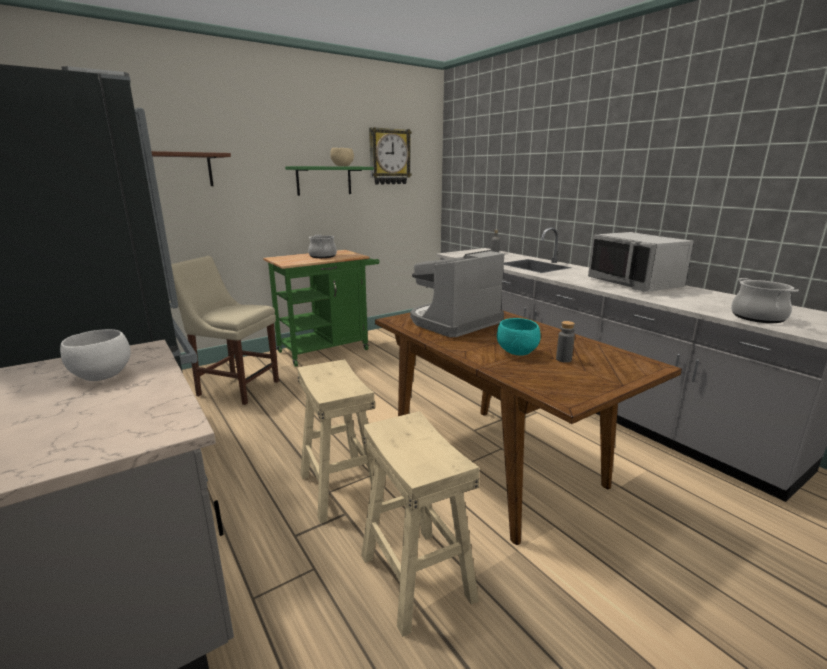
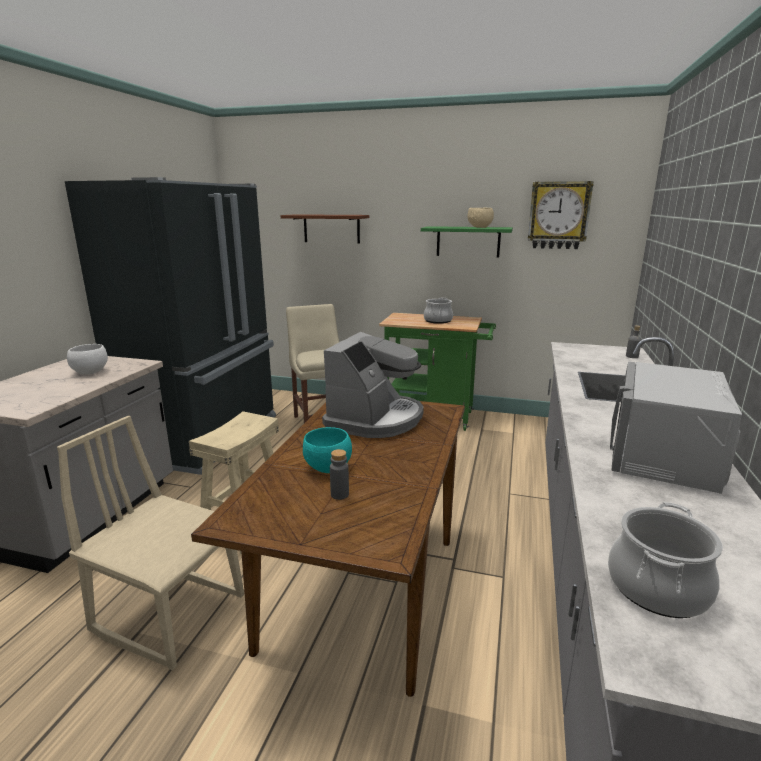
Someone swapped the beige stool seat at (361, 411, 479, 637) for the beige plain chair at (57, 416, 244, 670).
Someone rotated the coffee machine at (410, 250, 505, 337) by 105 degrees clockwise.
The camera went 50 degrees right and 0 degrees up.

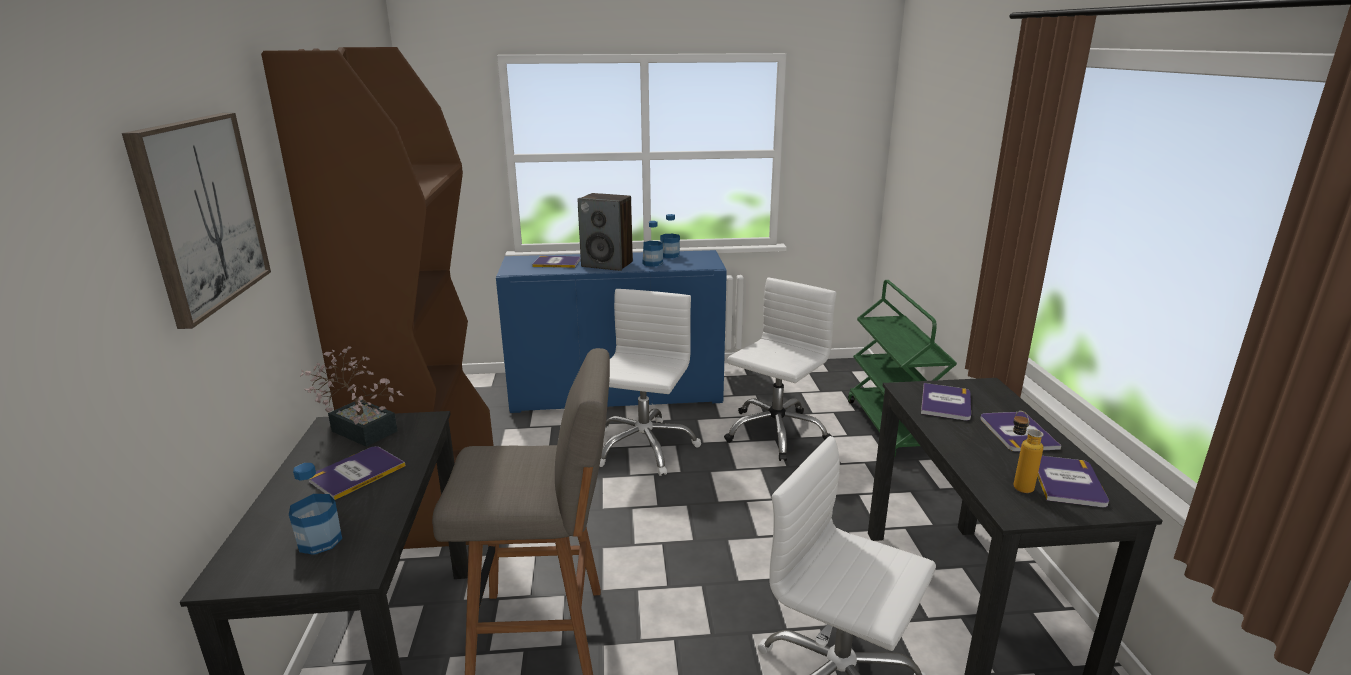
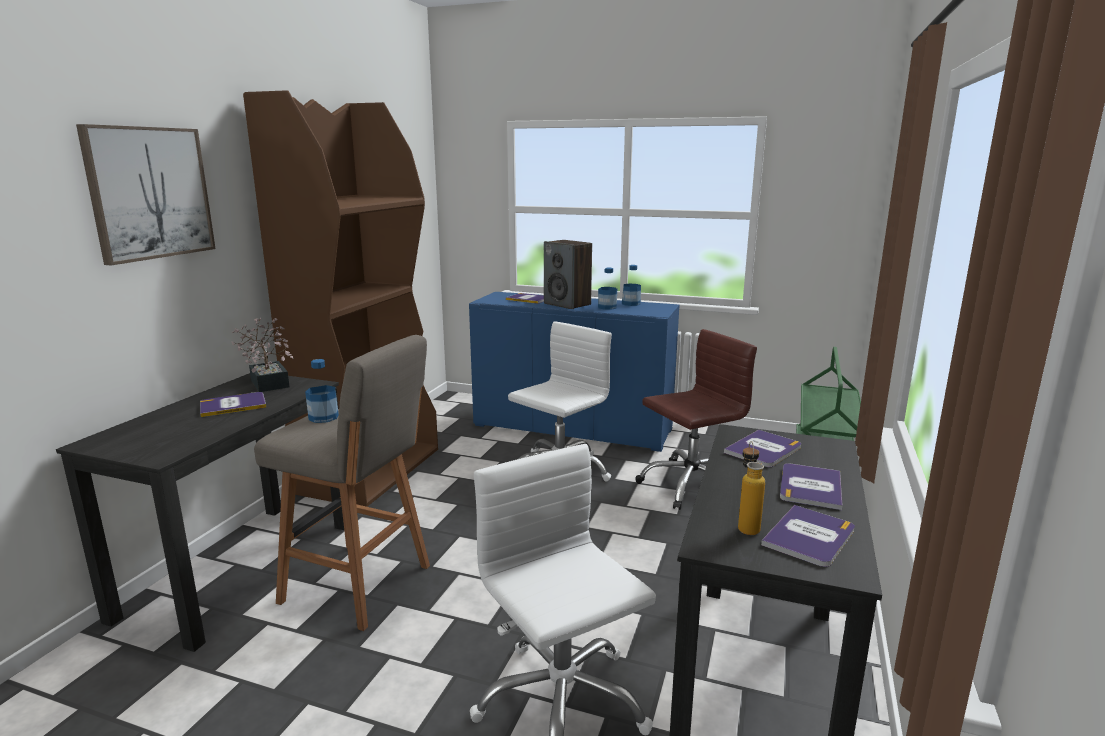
Someone carried the drink bottle from (289, 463, 342, 555) to (305, 359, 339, 423).
Someone repainted the whitish desk chair at (724, 278, 836, 461), which became the brown desk chair at (636, 329, 757, 510).
The camera went 25 degrees right and 5 degrees down.

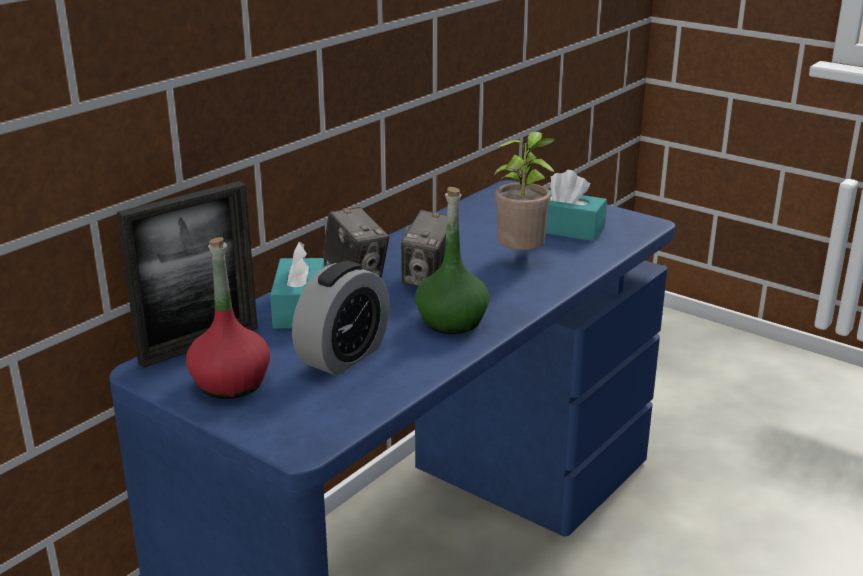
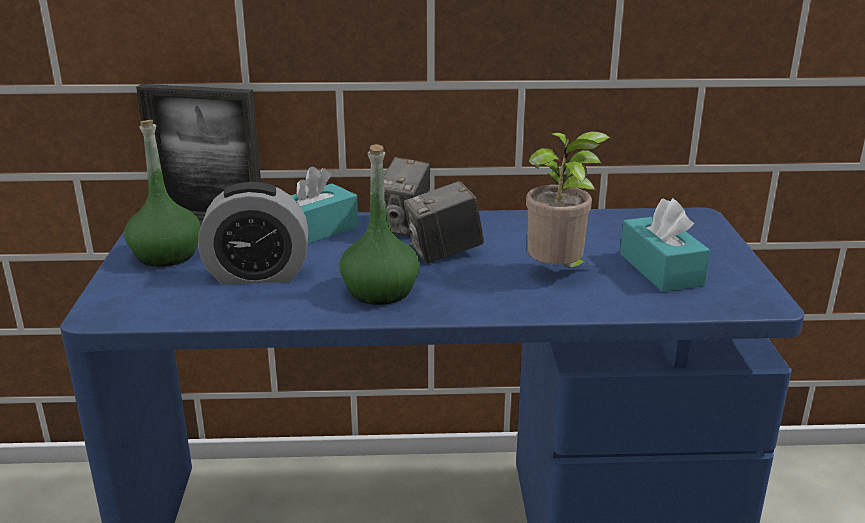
Someone repainted the red drink bottle at (186, 237, 270, 399), which became the greenish drink bottle at (124, 120, 201, 267).
The camera went 50 degrees right and 0 degrees up.

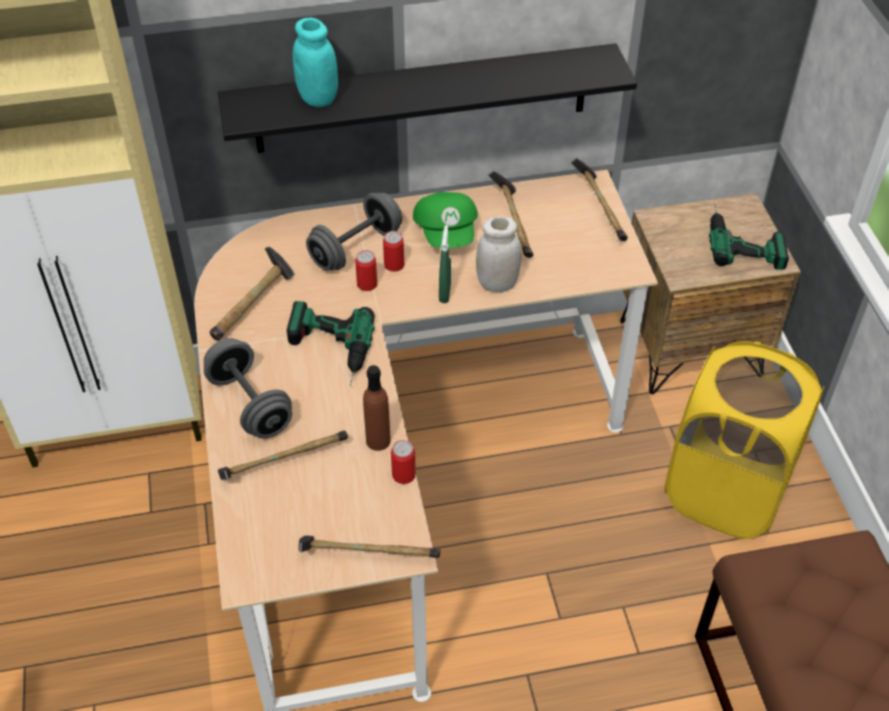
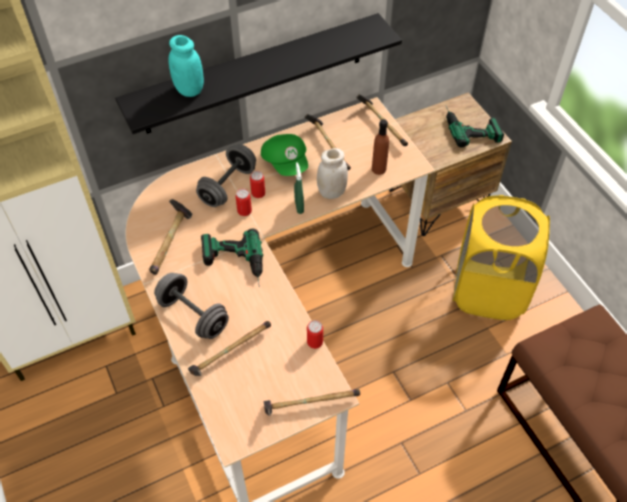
Someone carried the brown drink bottle from (363, 365, 391, 451) to (372, 119, 389, 175).
The camera went 15 degrees left and 5 degrees up.

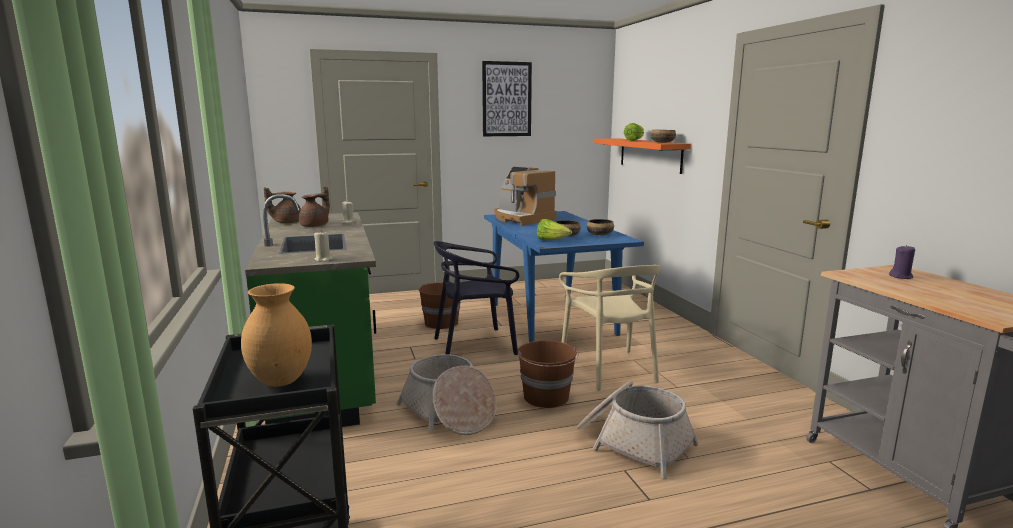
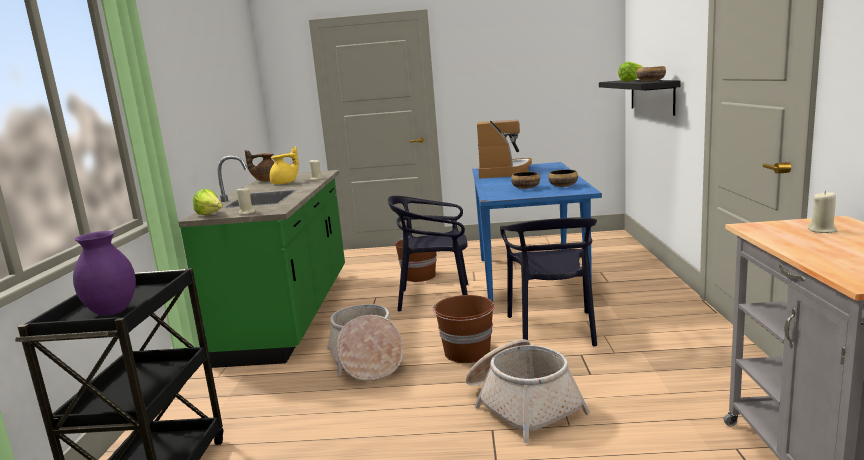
Someone took away the picture at (482, 61, 532, 136).
Someone carried the head of lettuce from (537, 219, 572, 240) to (193, 189, 223, 215).
Someone repainted the brown vase at (241, 283, 312, 387), which became the purple-coloured vase at (73, 231, 136, 316).
Someone repainted the brown teapot at (299, 186, 330, 227), which became the yellow-coloured teapot at (269, 146, 299, 184).
Someone repainted the beige plain chair at (559, 265, 661, 391), which became the black-coloured plain chair at (500, 218, 597, 347).
Someone repainted the orange wall shelf at (593, 138, 691, 174), which became the black-coloured wall shelf at (599, 80, 681, 116).
Someone repainted the purple-coloured candle at (889, 245, 915, 279), which became the beige candle at (808, 191, 838, 233).
Someone rotated the coffee machine at (494, 167, 557, 226) by 150 degrees counterclockwise.
The camera went 20 degrees right and 0 degrees up.

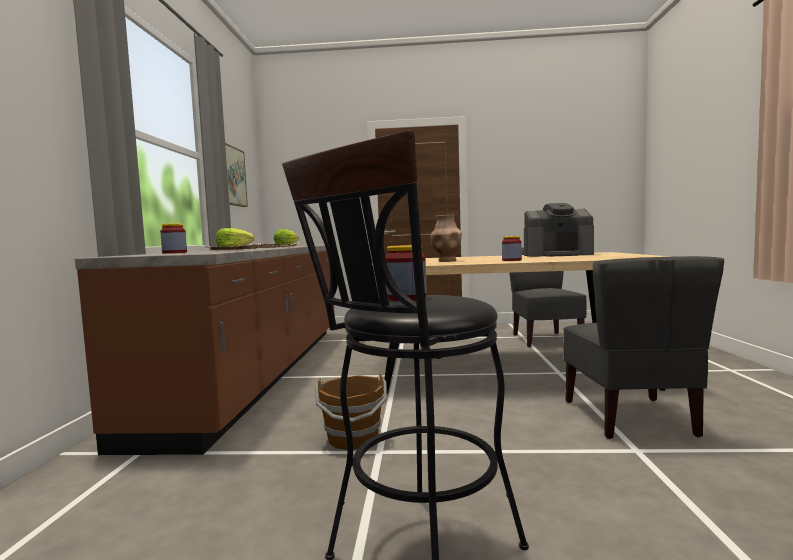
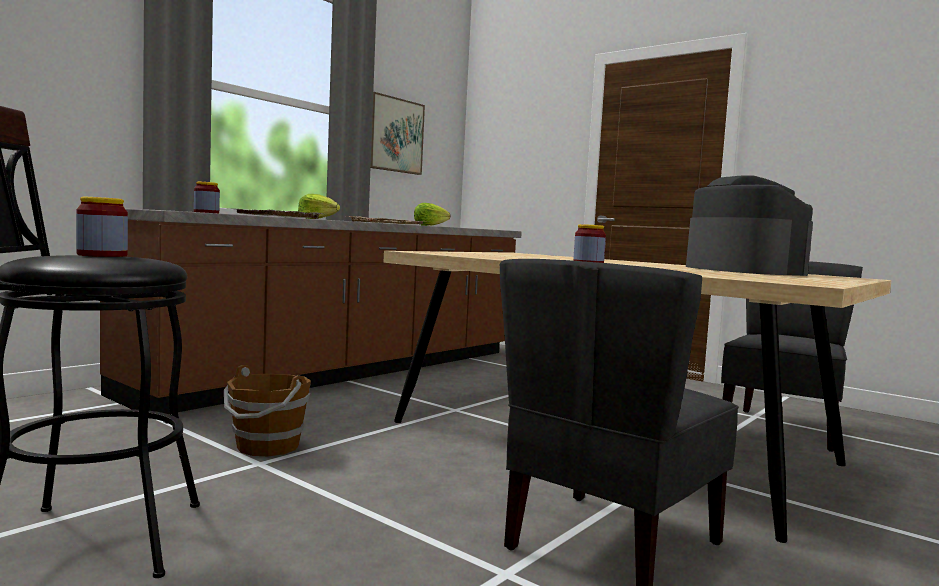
Someone took away the brown vase at (430, 215, 462, 262).
Someone rotated the coffee machine at (524, 203, 594, 257) by 150 degrees counterclockwise.
The camera went 35 degrees right and 0 degrees up.

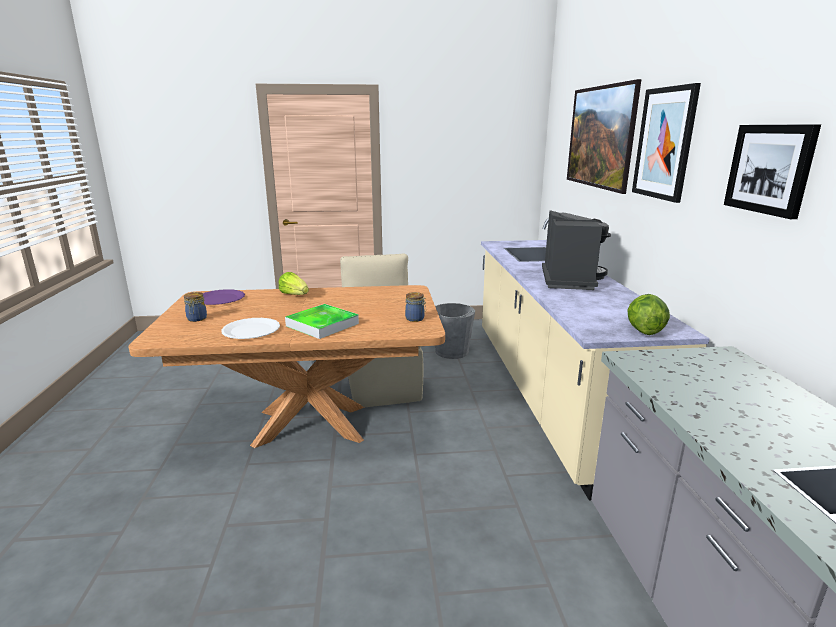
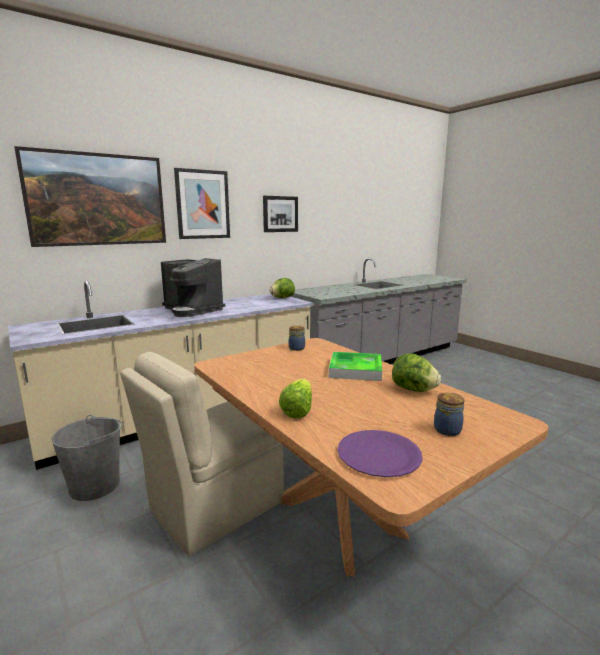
Someone swapped the whitish flat dish at (221, 318, 280, 339) for the head of lettuce at (392, 353, 441, 392).
Someone rotated the coffee machine at (542, 210, 611, 290) by 120 degrees counterclockwise.
The camera went 120 degrees left and 5 degrees down.

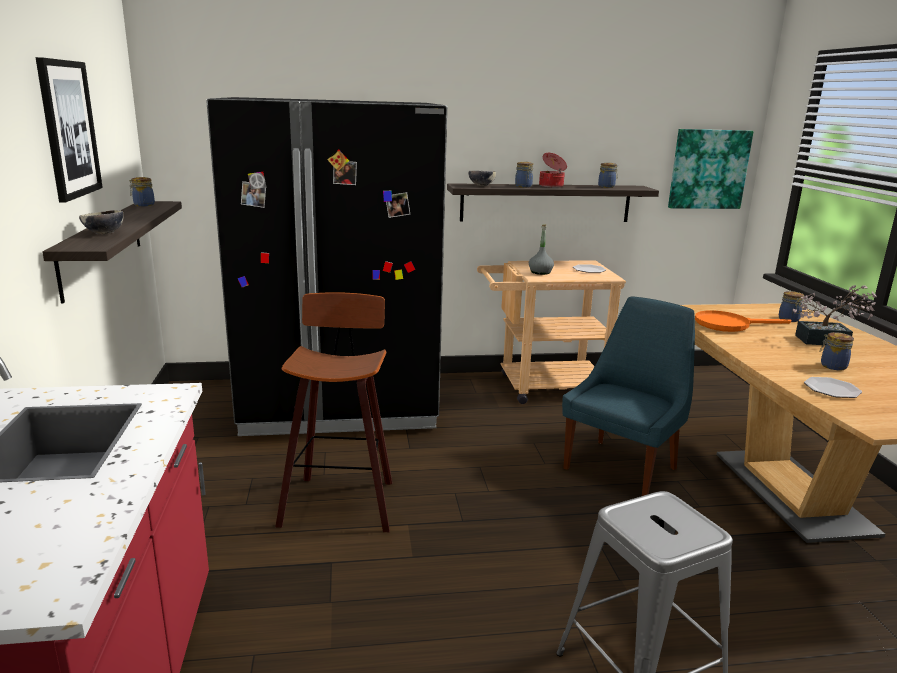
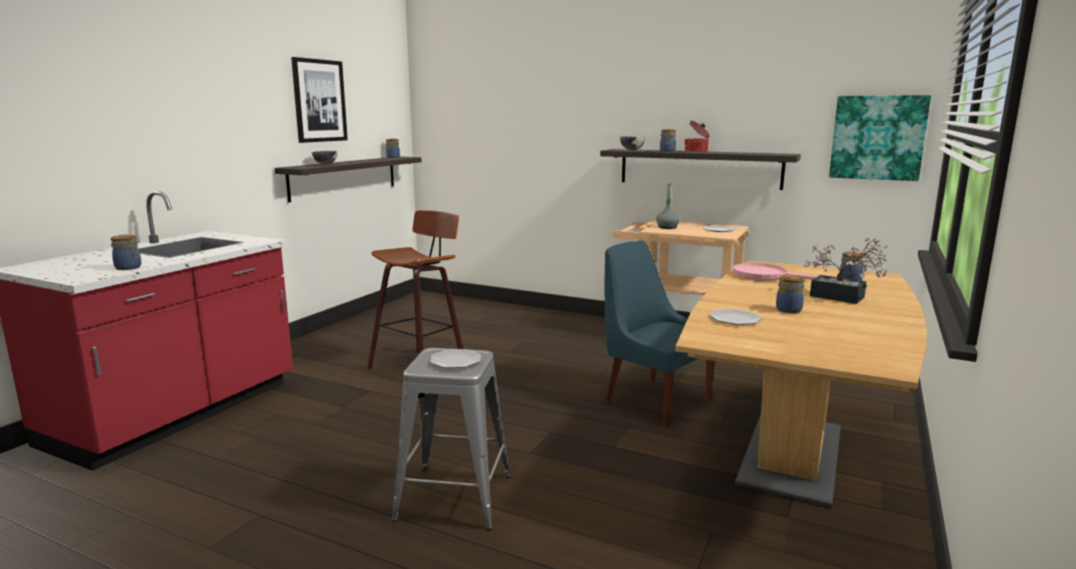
Someone took away the black-coloured refrigerator at (206, 97, 447, 436).
Someone put down the flat dish at (430, 349, 481, 368).
Someone carried the preserve jar from (598, 163, 618, 188) to (110, 234, 141, 270).
Someone repainted the orange frying pan at (695, 310, 791, 332), which became the pinkish frying pan at (733, 263, 818, 281).
Someone rotated the blue-coloured plain chair at (562, 296, 695, 496) by 120 degrees counterclockwise.
The camera went 35 degrees right and 5 degrees down.

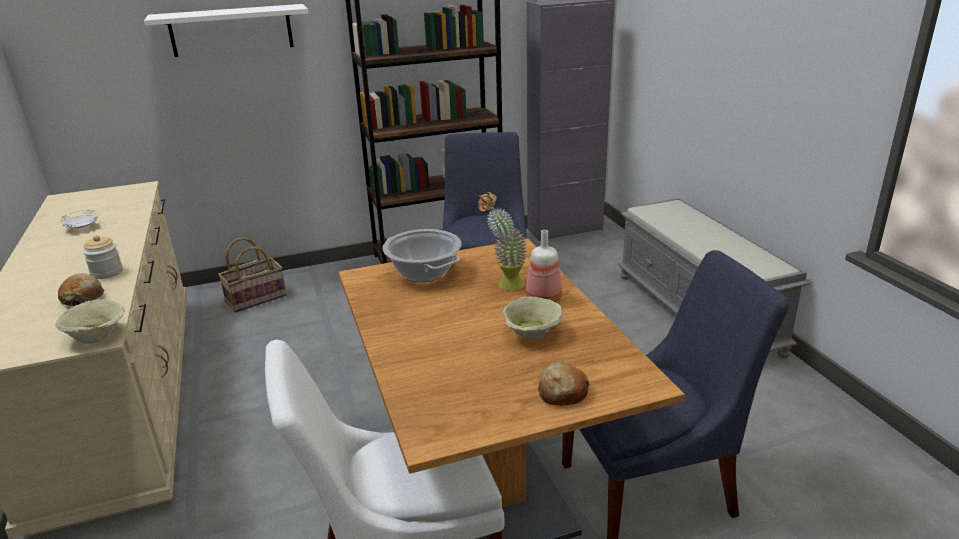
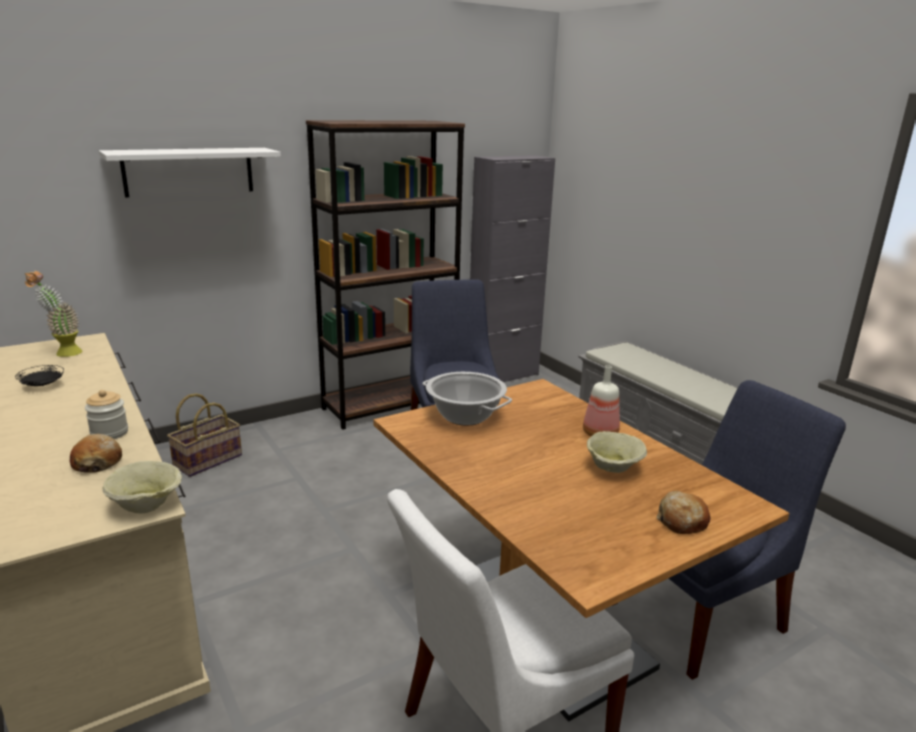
Someone carried the plant in a pot from (478, 192, 527, 291) to (25, 271, 82, 357).
Someone repainted the whitish flat dish at (58, 210, 99, 228), which became the black-coloured flat dish at (15, 365, 64, 386).
The camera went 15 degrees left and 5 degrees down.

